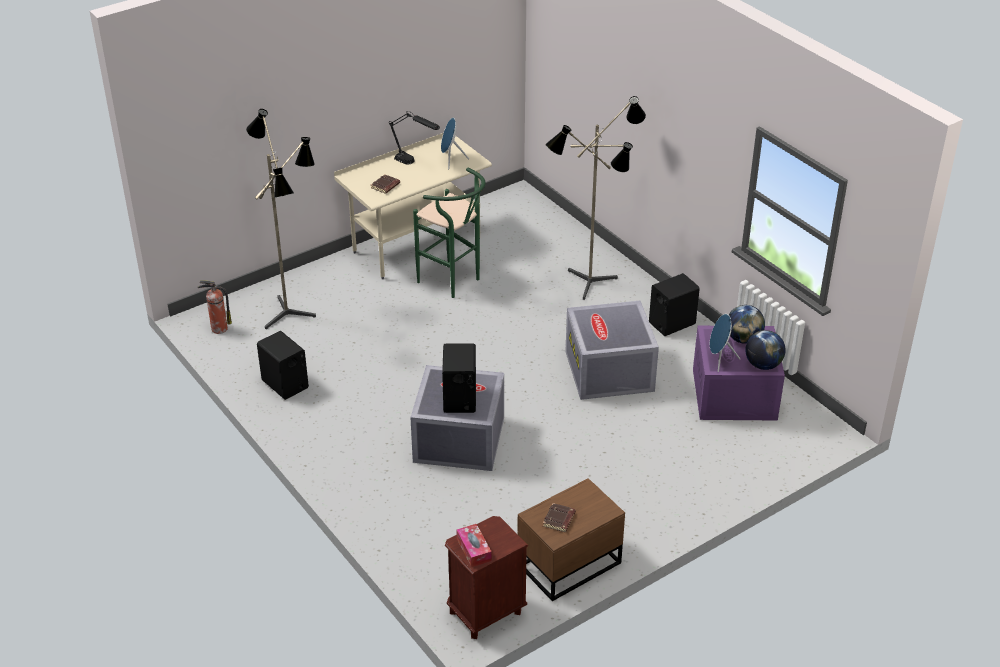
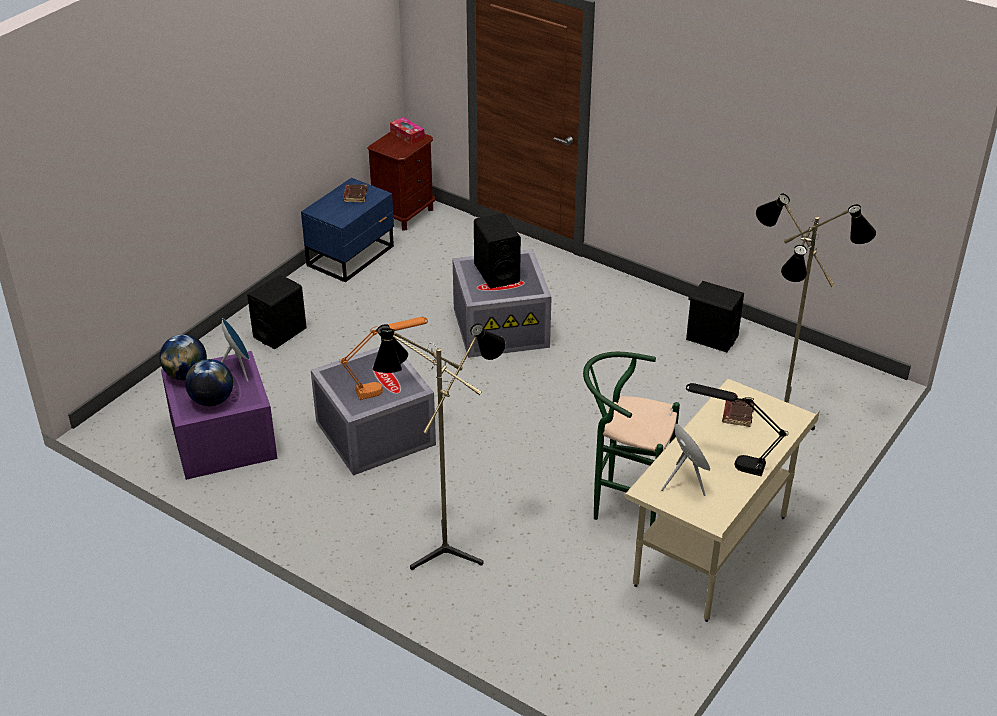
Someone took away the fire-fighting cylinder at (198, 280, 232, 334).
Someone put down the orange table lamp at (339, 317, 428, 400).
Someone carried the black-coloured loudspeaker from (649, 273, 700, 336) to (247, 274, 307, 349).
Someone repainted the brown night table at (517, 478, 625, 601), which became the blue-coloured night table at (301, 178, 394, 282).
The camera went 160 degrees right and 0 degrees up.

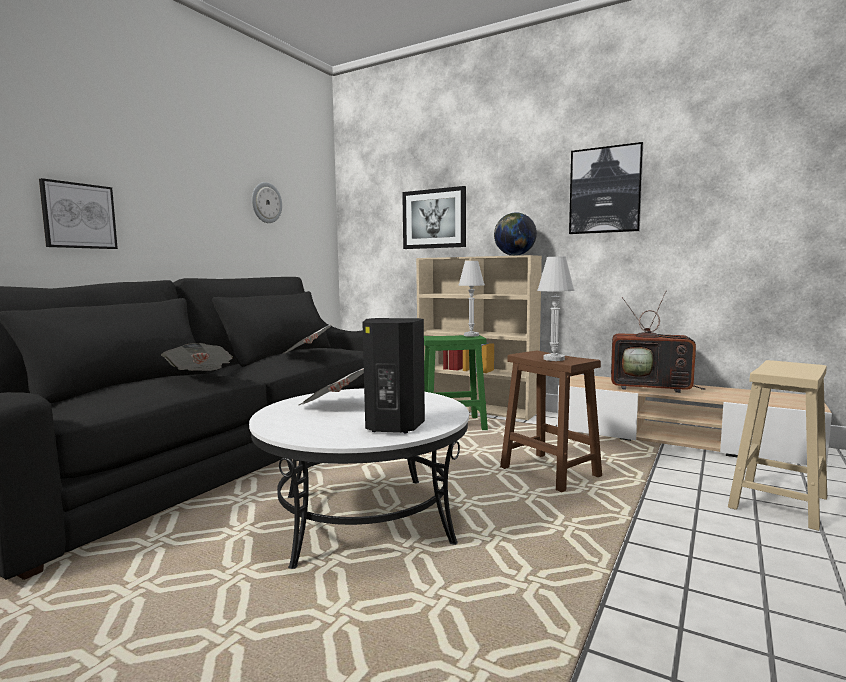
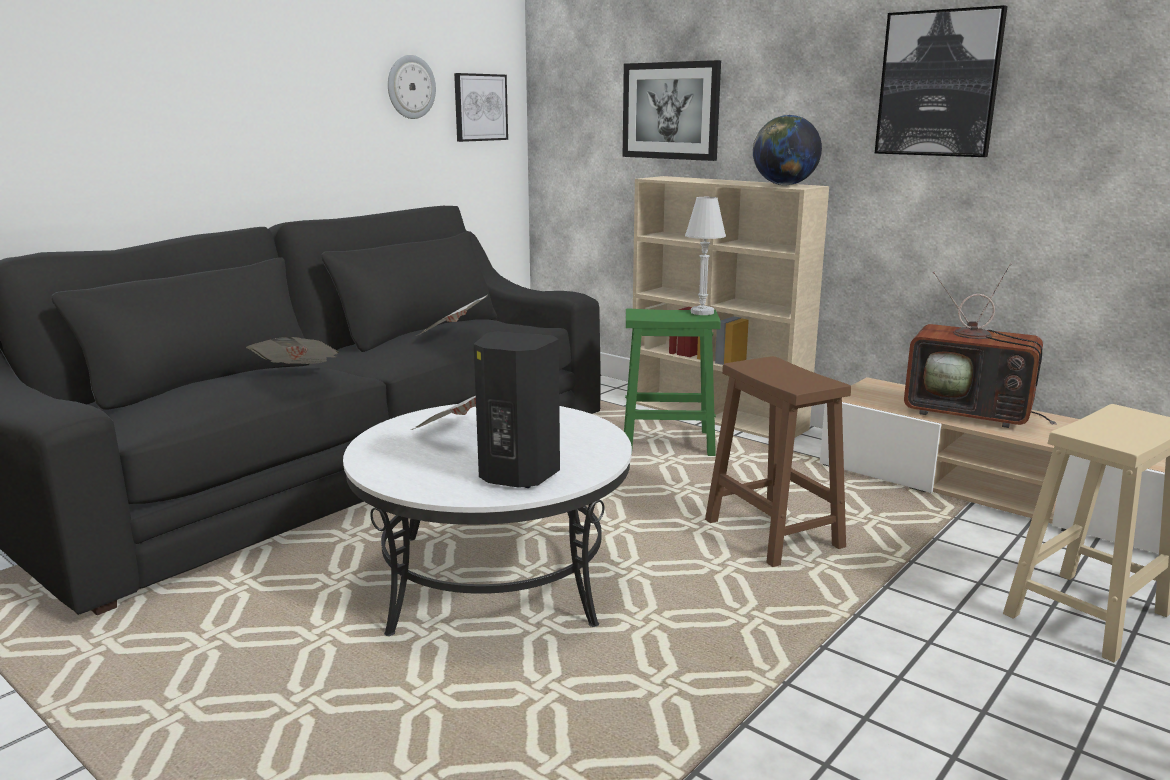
Someone took away the whitish table lamp at (537, 257, 574, 361).
Someone carried the picture from (39, 178, 118, 249) to (454, 73, 508, 142).
The camera went 10 degrees right and 10 degrees up.

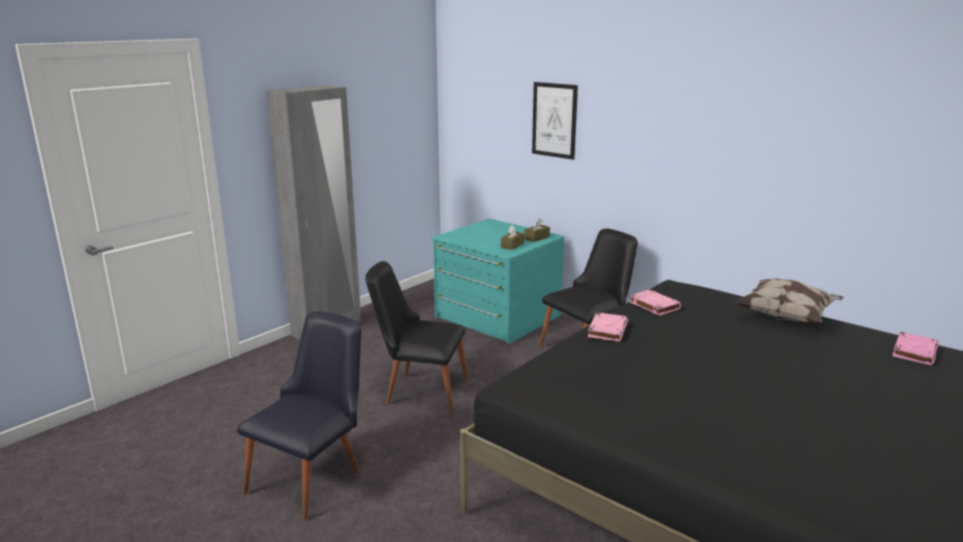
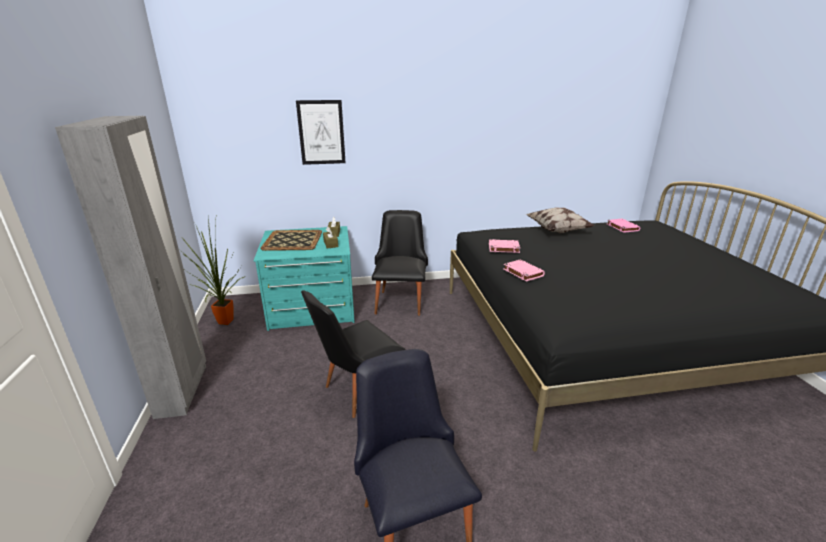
Someone put down the plant in a pot at (180, 214, 246, 325).
Someone put down the carrying tray at (261, 230, 322, 251).
The camera went 50 degrees left and 5 degrees up.

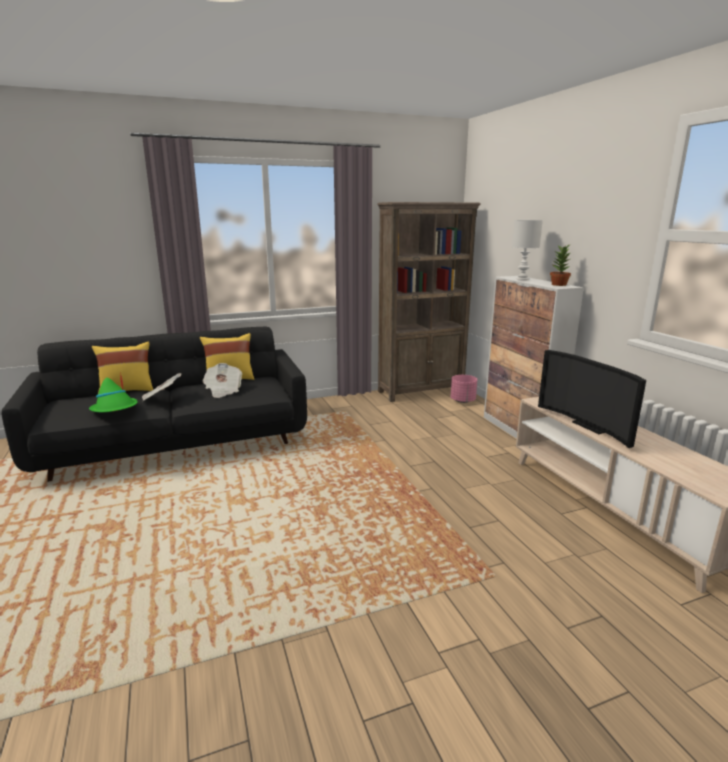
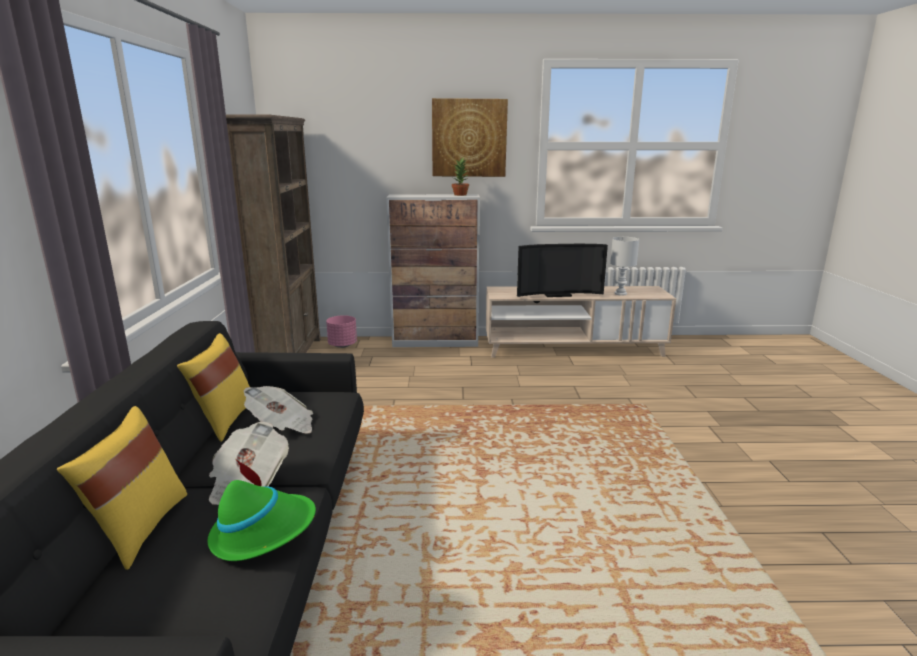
Someone put up the picture at (432, 98, 508, 177).
Someone carried the whitish table lamp from (512, 220, 543, 281) to (610, 237, 639, 296).
The camera went 70 degrees left and 0 degrees up.

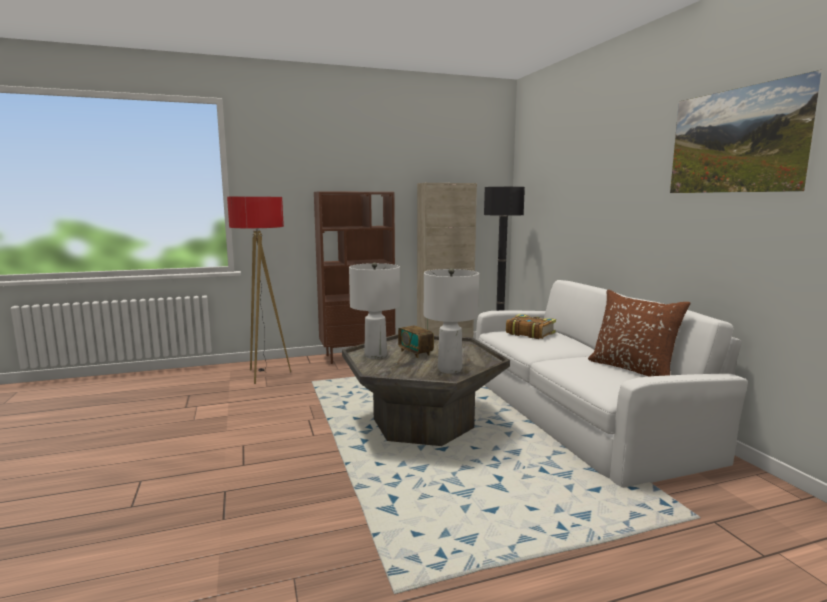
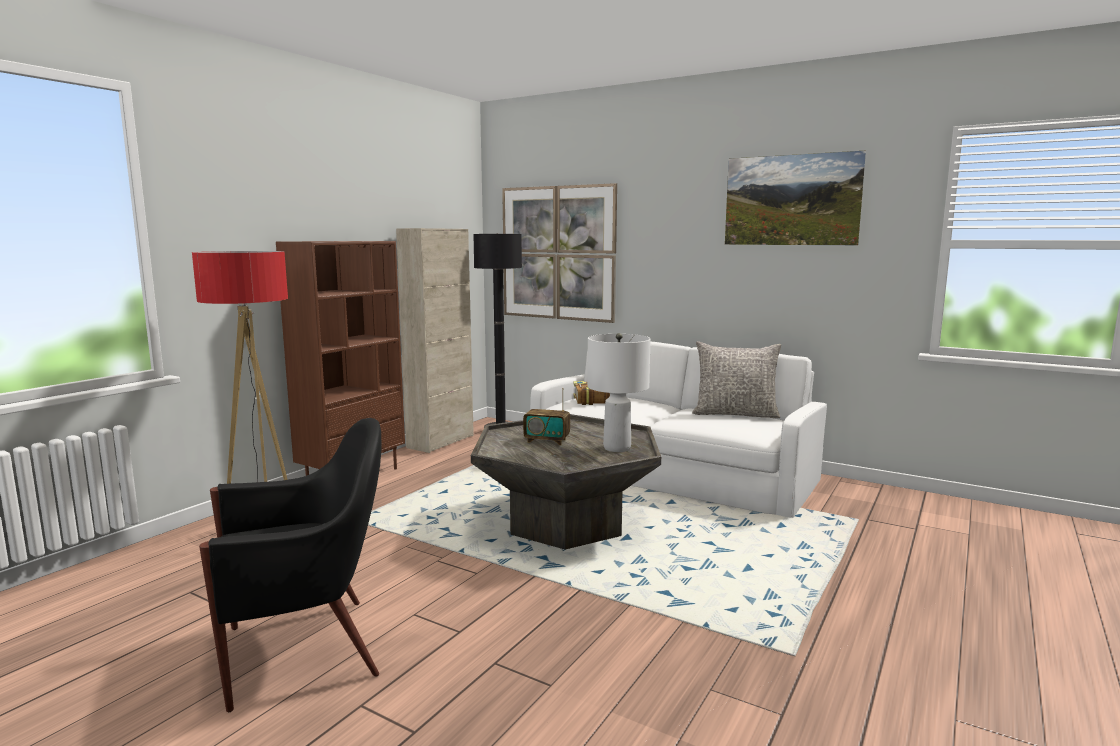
Someone took away the whitish table lamp at (349, 262, 400, 359).
Someone put down the black-coloured easy chair at (199, 418, 382, 712).
Someone put up the picture at (502, 183, 617, 323).
Someone repainted the brown cushion at (588, 290, 691, 377), which became the gray cushion at (692, 341, 781, 418).
The camera went 40 degrees left and 0 degrees up.

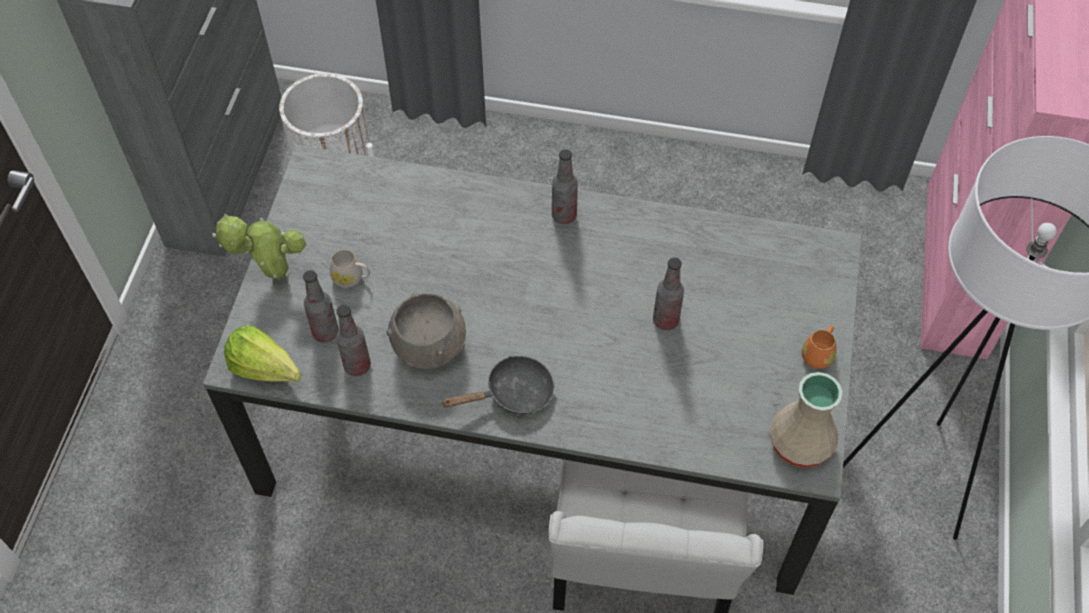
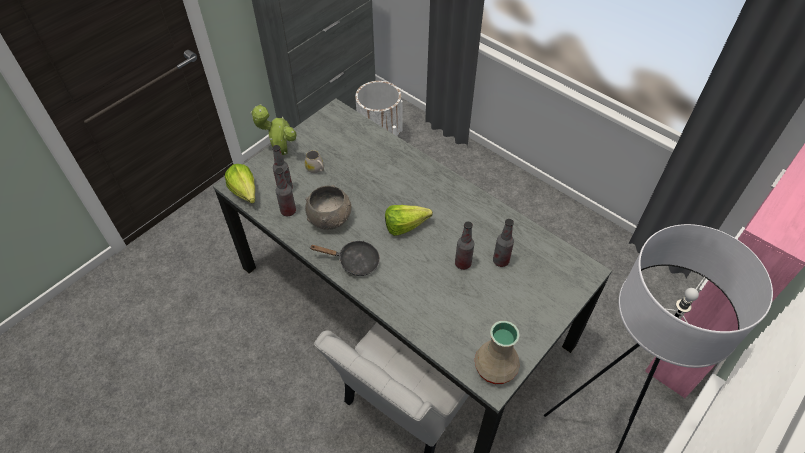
Someone took away the orange mug at (802, 325, 837, 369).
Someone put down the head of lettuce at (385, 205, 433, 236).
Someone carried the drink bottle from (552, 149, 578, 224) to (493, 219, 514, 267).
The camera went 30 degrees right and 5 degrees down.

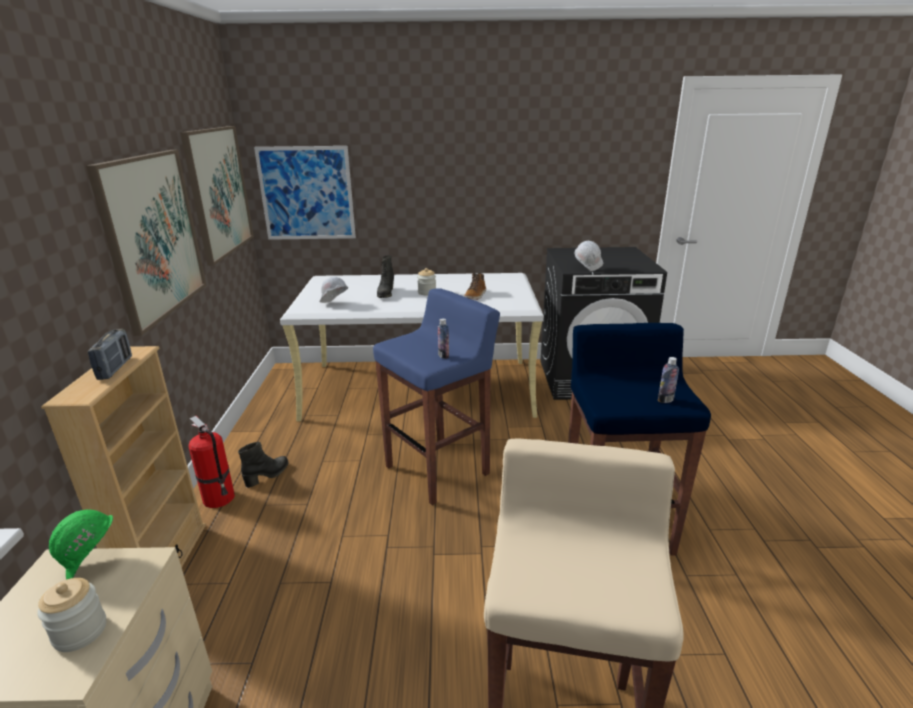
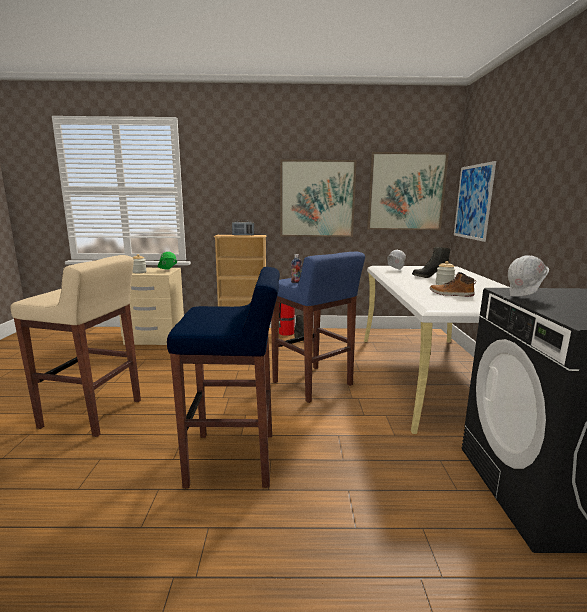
Someone took away the drink bottle at (658, 357, 679, 403).
The camera went 90 degrees right and 10 degrees down.

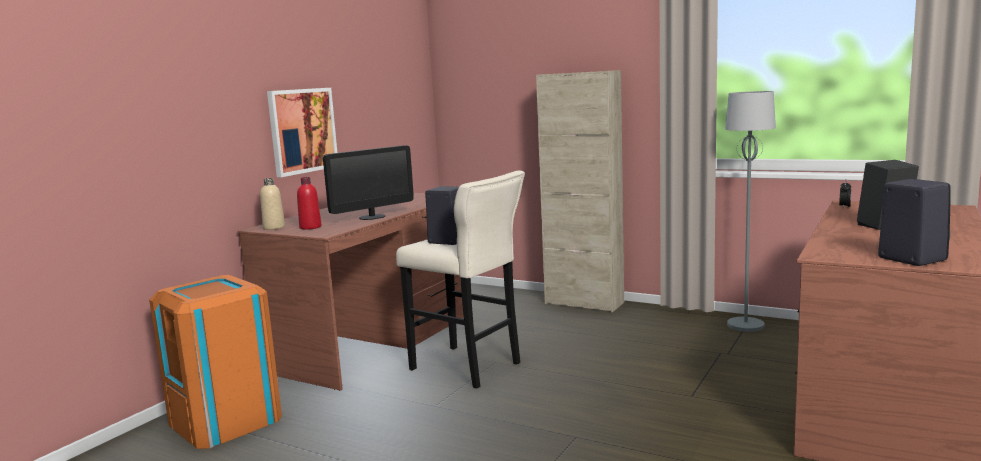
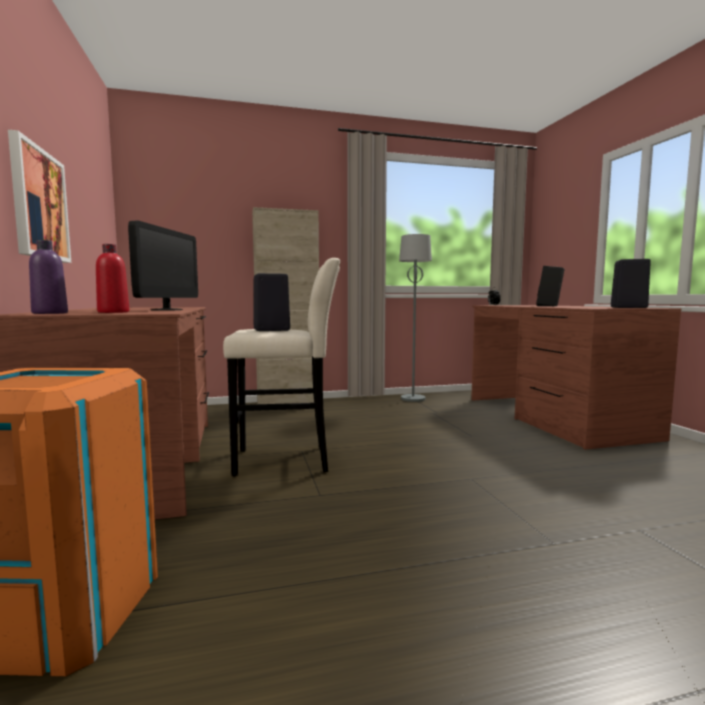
Someone repainted the beige drink bottle at (260, 178, 285, 230), which became the purple-coloured drink bottle at (29, 240, 68, 314).
The camera went 45 degrees left and 5 degrees down.

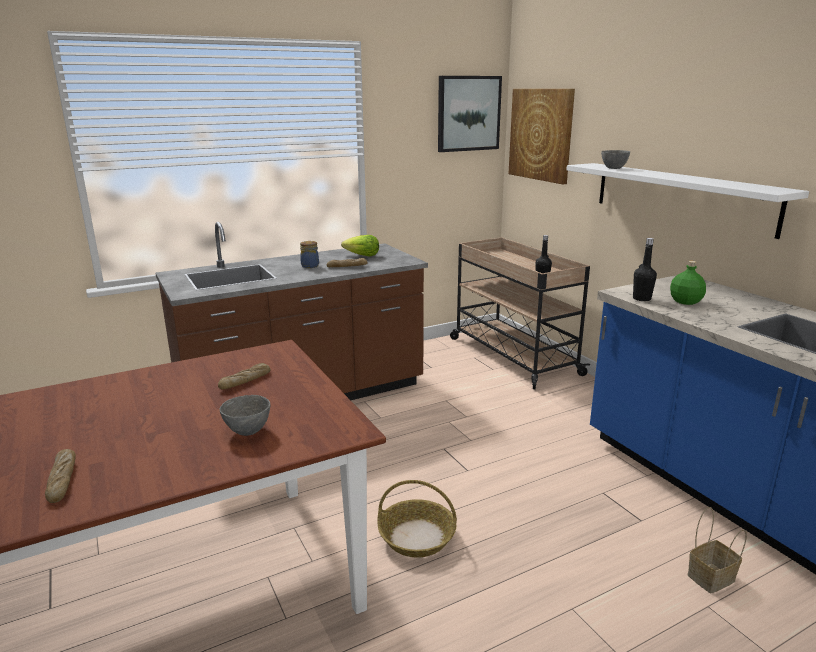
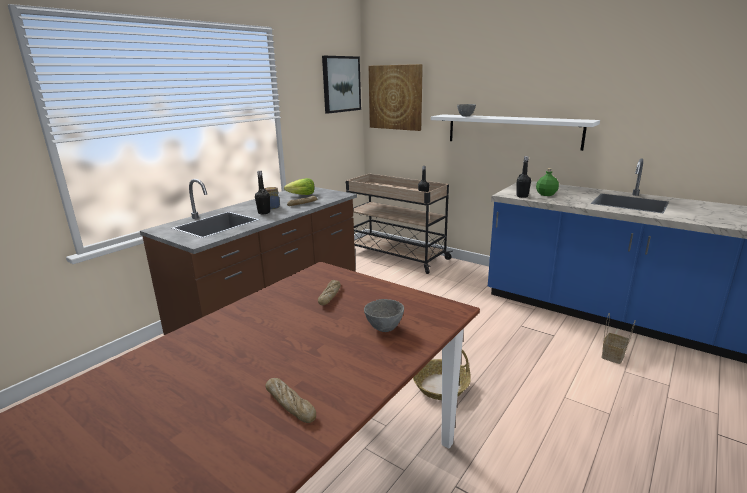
Someone put down the black-coloured drink bottle at (255, 171, 270, 214).
The camera went 25 degrees left and 0 degrees up.

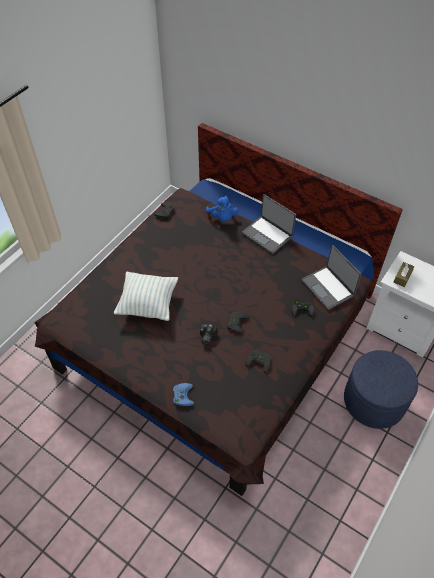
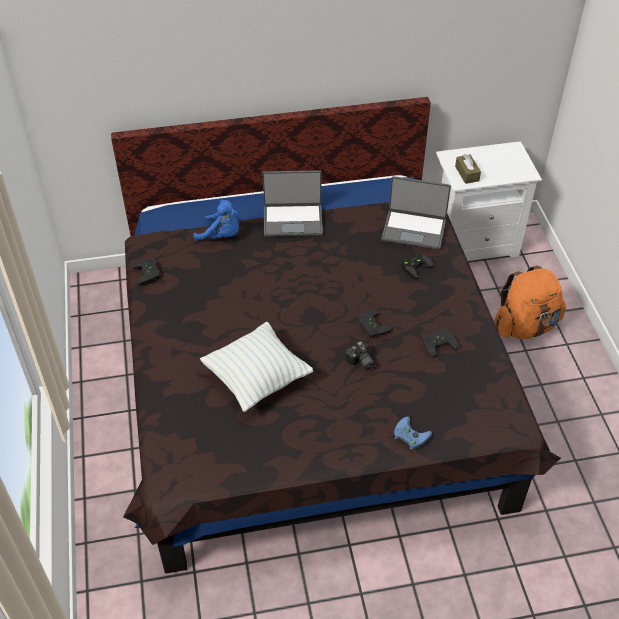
Someone swapped the blue-coloured pouffe at (344, 350, 418, 429) for the orange backpack at (494, 266, 566, 340).
The camera went 45 degrees left and 5 degrees down.

